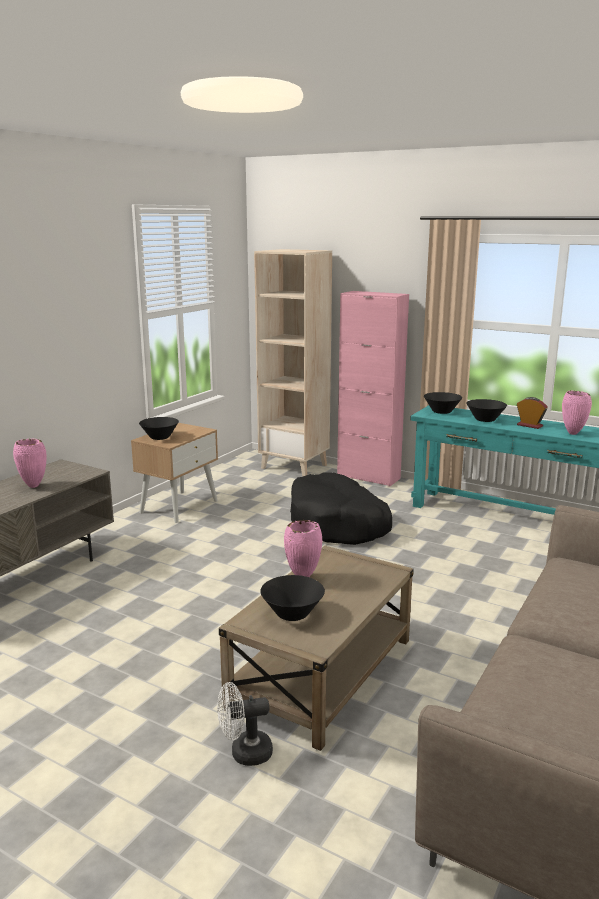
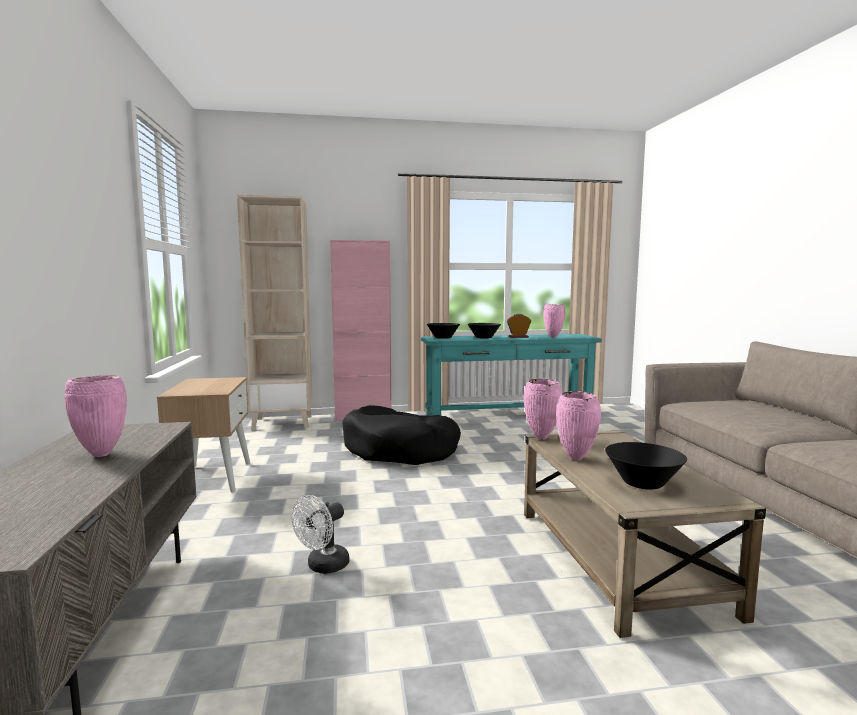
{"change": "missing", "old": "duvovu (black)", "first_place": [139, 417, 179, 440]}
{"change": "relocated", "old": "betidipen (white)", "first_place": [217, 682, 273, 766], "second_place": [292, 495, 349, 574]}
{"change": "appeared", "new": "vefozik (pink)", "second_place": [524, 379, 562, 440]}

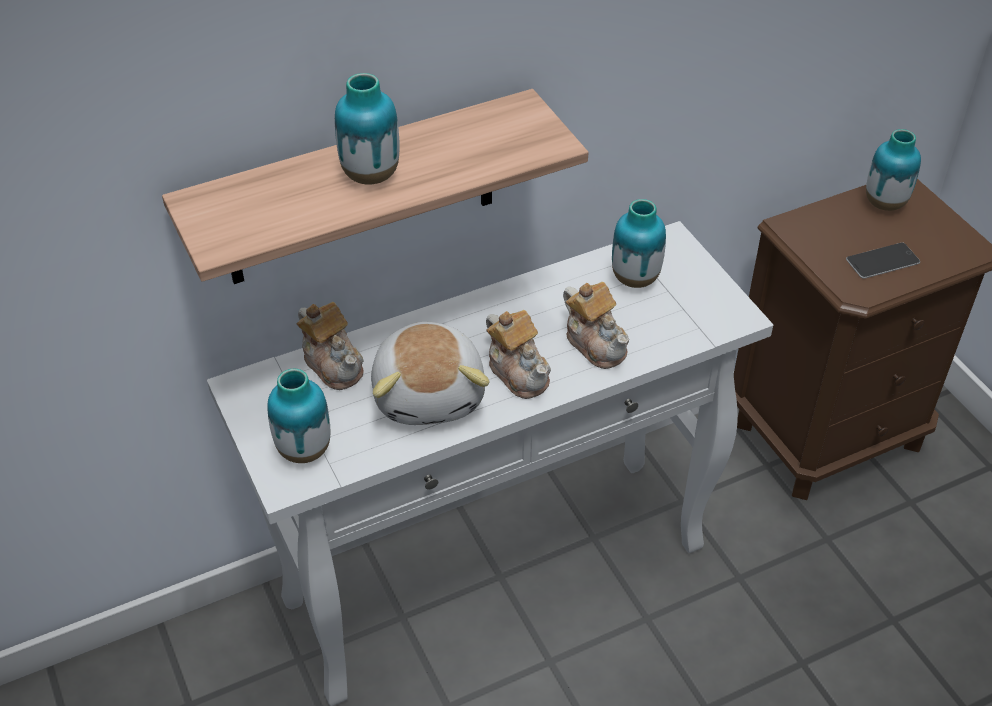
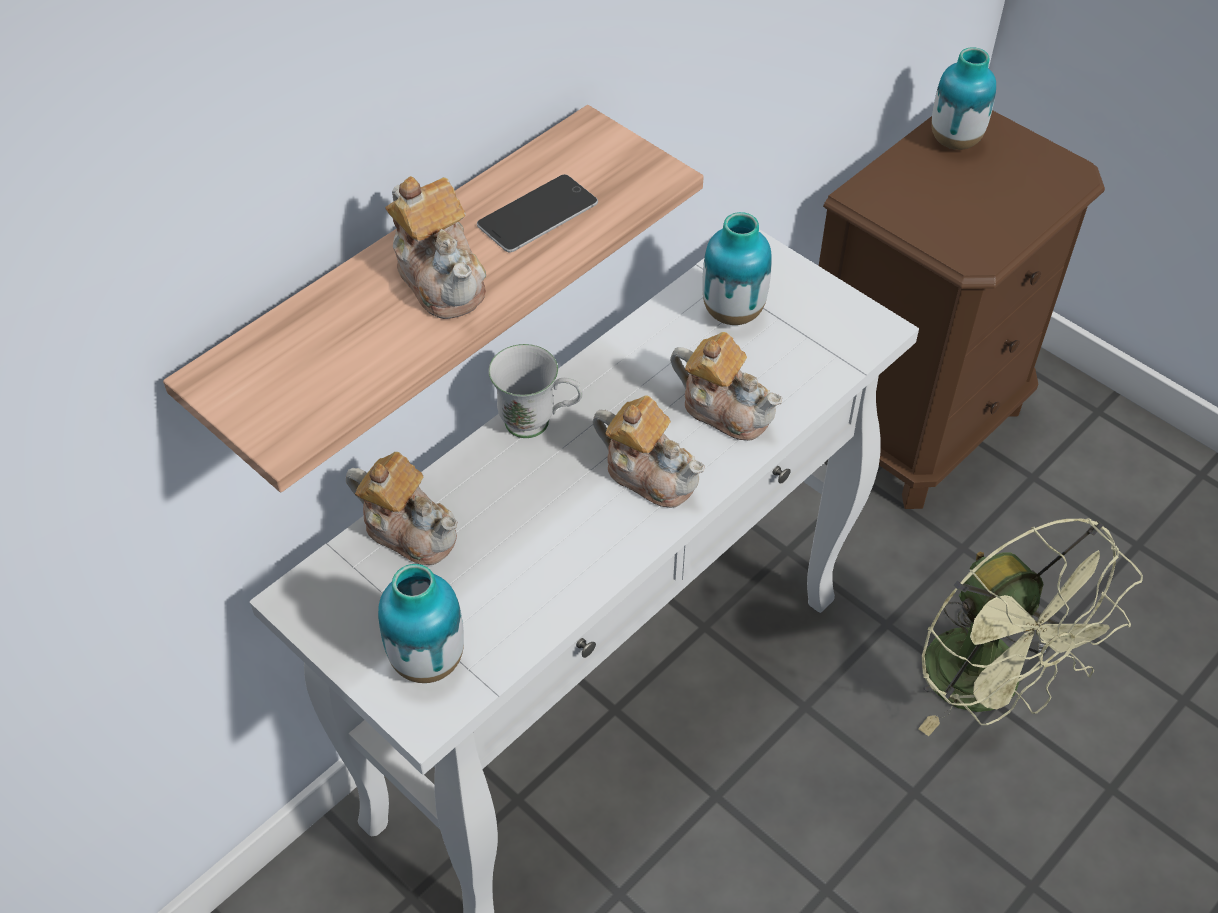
{"change": "exchanged", "old": "vefozik", "new": "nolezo", "first_place": [335, 73, 399, 185], "second_place": [385, 176, 486, 319]}
{"change": "missing", "old": "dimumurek", "first_place": [371, 322, 489, 425]}
{"change": "relocated", "old": "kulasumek", "first_place": [846, 243, 920, 279], "second_place": [477, 174, 598, 253]}
{"change": "appeared", "new": "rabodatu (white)", "second_place": [489, 344, 583, 438]}
{"change": "appeared", "new": "betidipen (green)", "second_place": [918, 518, 1143, 736]}

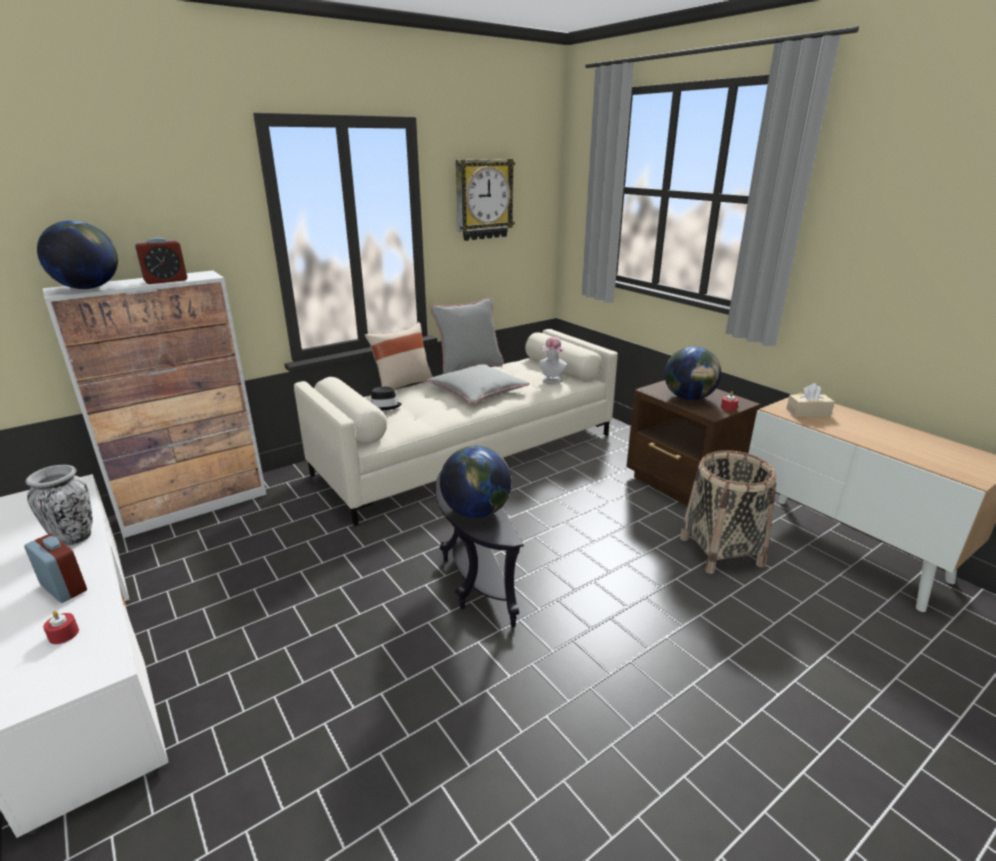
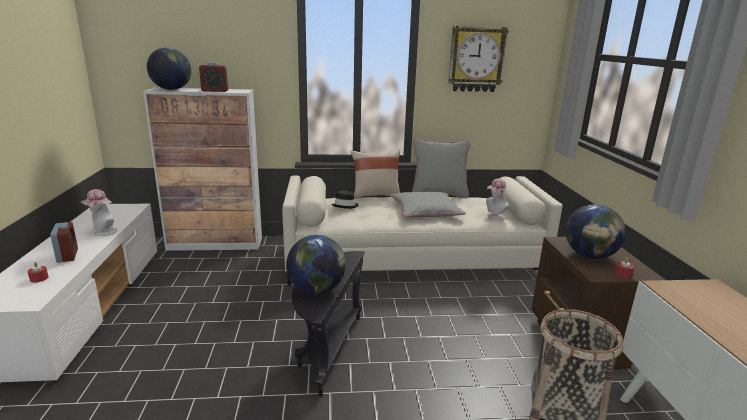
{"change": "exchanged", "old": "vefozik", "new": "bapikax", "first_place": [26, 465, 93, 545], "second_place": [81, 189, 117, 236]}
{"change": "missing", "old": "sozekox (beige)", "first_place": [786, 383, 835, 417]}

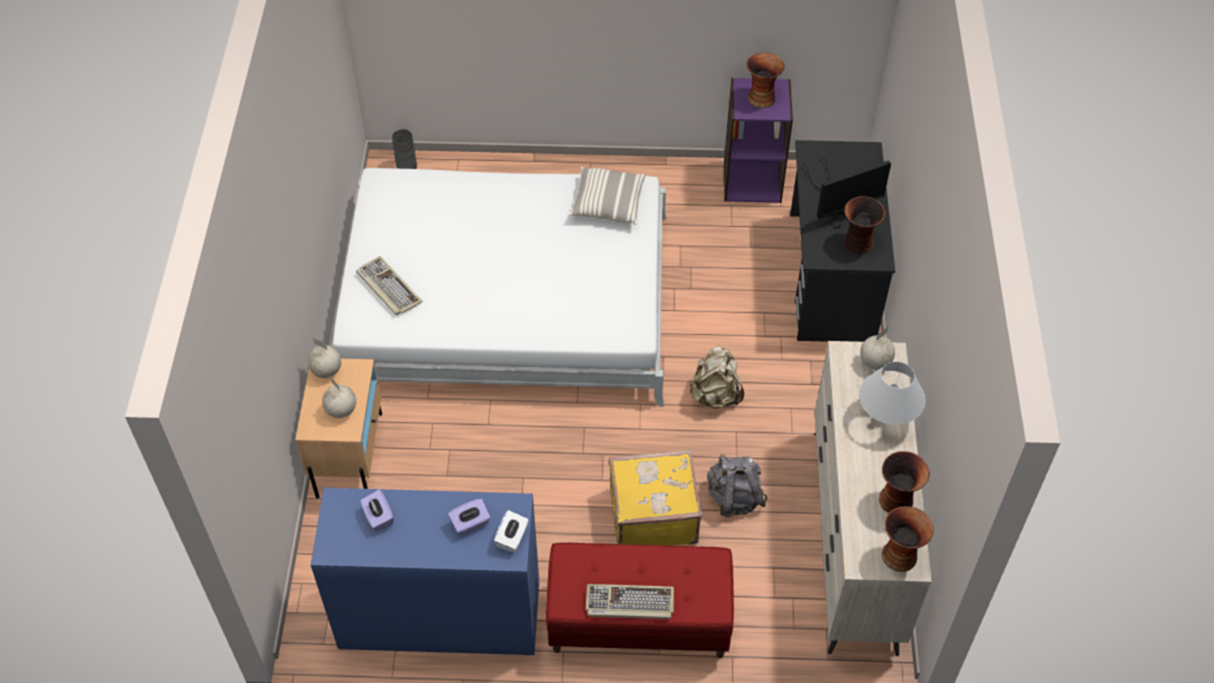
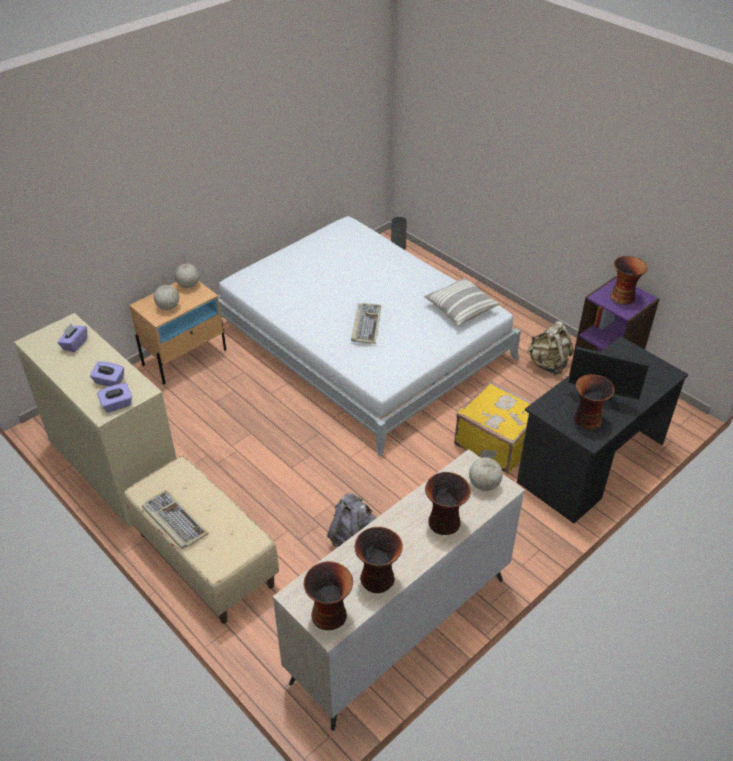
{"change": "colour", "old": "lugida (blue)", "new": "lugida (beige)", "first_place": [311, 488, 539, 655], "second_place": [14, 313, 177, 527]}
{"change": "relocated", "old": "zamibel", "first_place": [356, 256, 423, 315], "second_place": [351, 303, 381, 344]}
{"change": "colour", "old": "sozekox (white)", "new": "sozekox (purple)", "first_place": [494, 510, 528, 552], "second_place": [97, 383, 132, 412]}
{"change": "colour", "old": "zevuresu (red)", "new": "zevuresu (beige)", "first_place": [546, 543, 734, 658], "second_place": [124, 456, 279, 624]}
{"change": "relocated", "old": "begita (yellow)", "first_place": [609, 450, 702, 546], "second_place": [454, 381, 533, 474]}
{"change": "relocated", "old": "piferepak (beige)", "first_place": [689, 346, 744, 409], "second_place": [527, 321, 574, 375]}
{"change": "exchanged", "old": "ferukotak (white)", "new": "vefozik", "first_place": [859, 361, 925, 425], "second_place": [425, 472, 471, 535]}

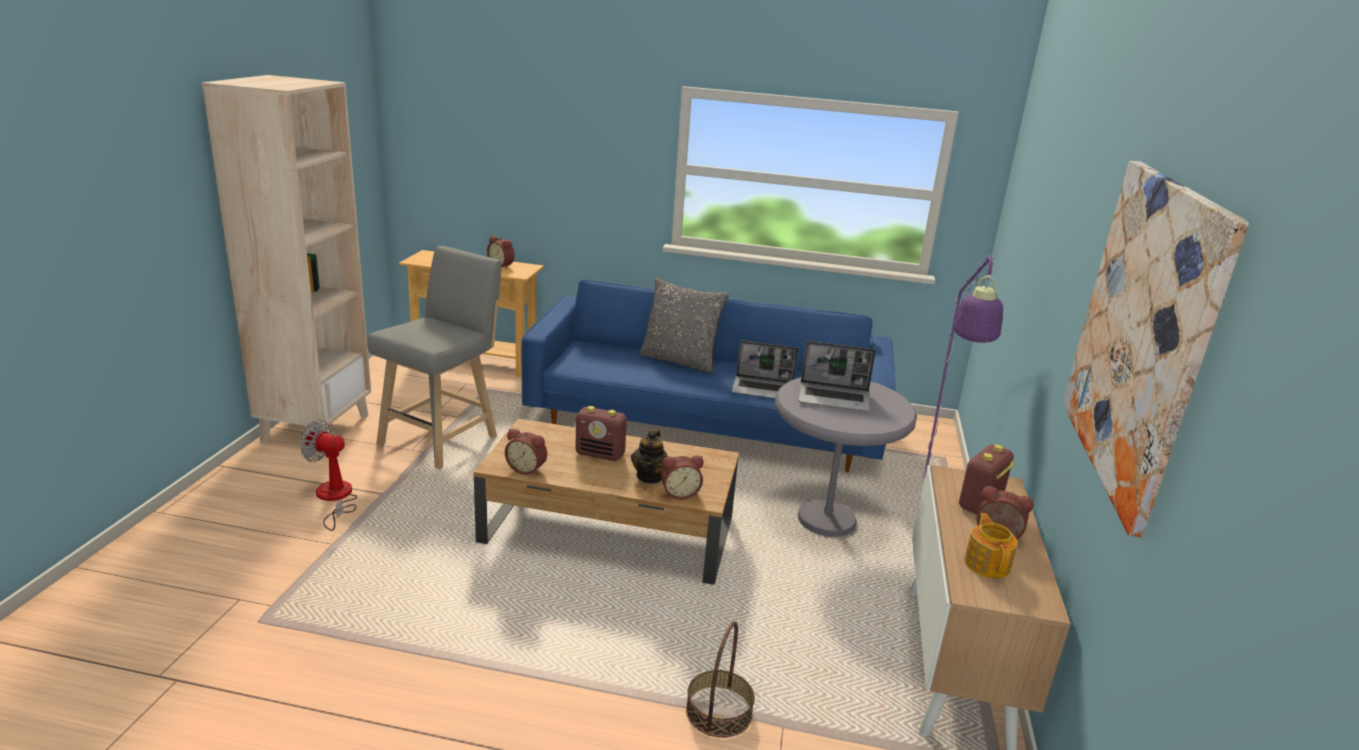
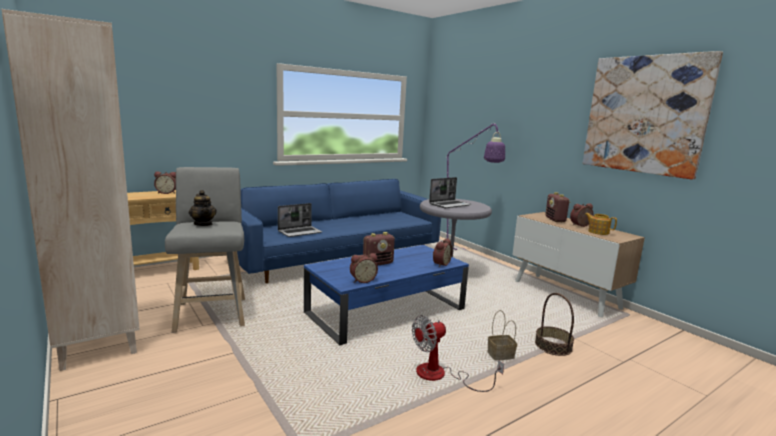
{"change": "relocated", "old": "betidipen", "first_place": [300, 420, 357, 531], "second_place": [412, 315, 504, 392]}
{"change": "colour", "old": "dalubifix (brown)", "new": "dalubifix (blue)", "first_place": [473, 419, 739, 585], "second_place": [304, 245, 469, 345]}
{"change": "relocated", "old": "nolezo", "first_place": [631, 429, 668, 483], "second_place": [189, 190, 217, 226]}
{"change": "missing", "old": "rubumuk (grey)", "first_place": [639, 277, 729, 373]}
{"change": "relocated", "old": "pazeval", "first_place": [731, 340, 798, 398], "second_place": [278, 203, 322, 237]}
{"change": "appeared", "new": "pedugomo", "second_place": [487, 310, 517, 361]}

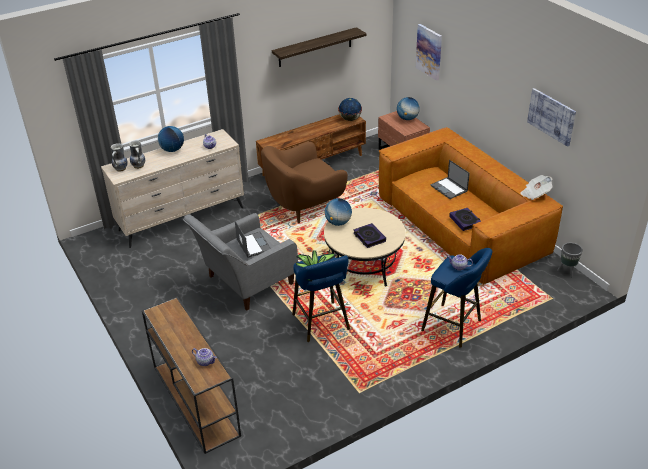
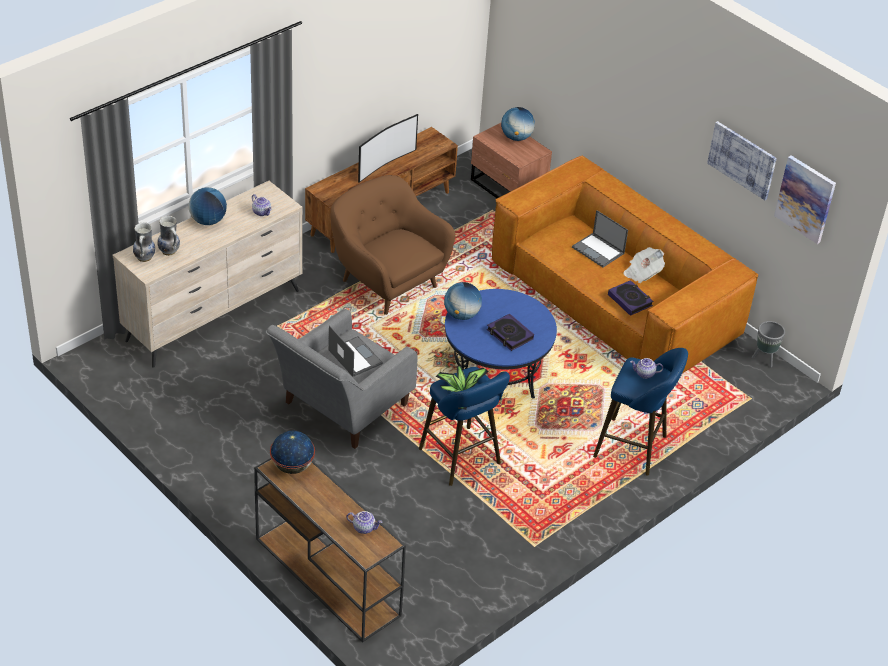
{"change": "spun", "old": "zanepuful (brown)", "first_place": [261, 142, 348, 223], "second_place": [330, 175, 455, 315], "degrees": 90}
{"change": "missing", "old": "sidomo", "first_place": [272, 27, 366, 67]}
{"change": "colour", "old": "dalubifix (beige)", "new": "dalubifix (blue)", "first_place": [324, 208, 406, 286], "second_place": [445, 289, 557, 399]}
{"change": "relocated", "old": "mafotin", "first_place": [338, 98, 362, 121], "second_place": [270, 431, 315, 474]}
{"change": "relocated", "old": "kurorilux", "first_place": [416, 24, 442, 81], "second_place": [774, 155, 836, 244]}
{"change": "relocated", "old": "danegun", "first_place": [520, 175, 553, 200], "second_place": [623, 247, 665, 283]}
{"change": "appeared", "new": "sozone", "second_place": [358, 114, 418, 183]}

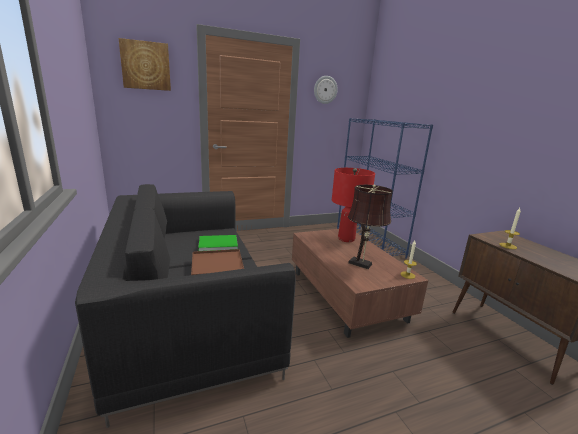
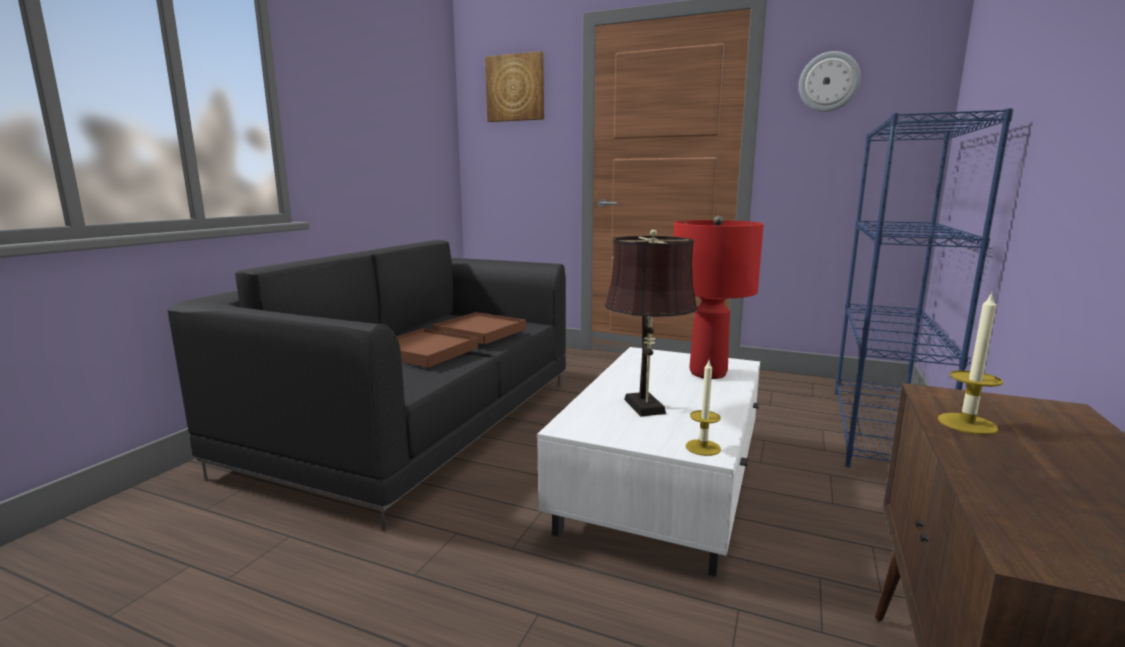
{"change": "exchanged", "old": "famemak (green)", "new": "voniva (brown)", "first_place": [198, 235, 238, 251], "second_place": [433, 312, 526, 344]}
{"change": "colour", "old": "dalubifix (brown)", "new": "dalubifix (white)", "first_place": [292, 229, 428, 338], "second_place": [537, 347, 760, 577]}

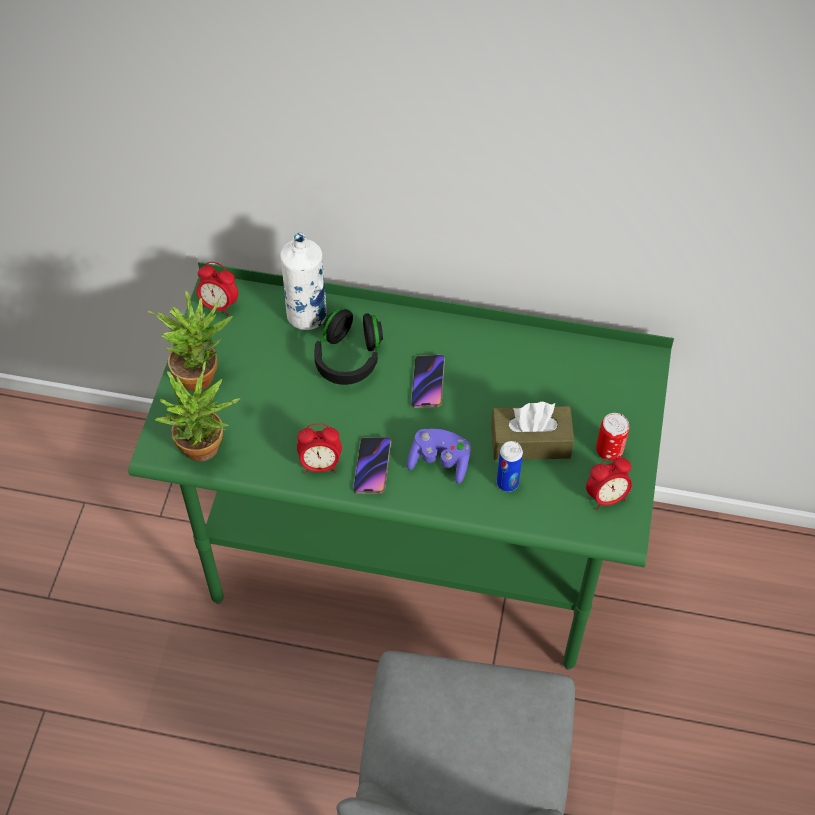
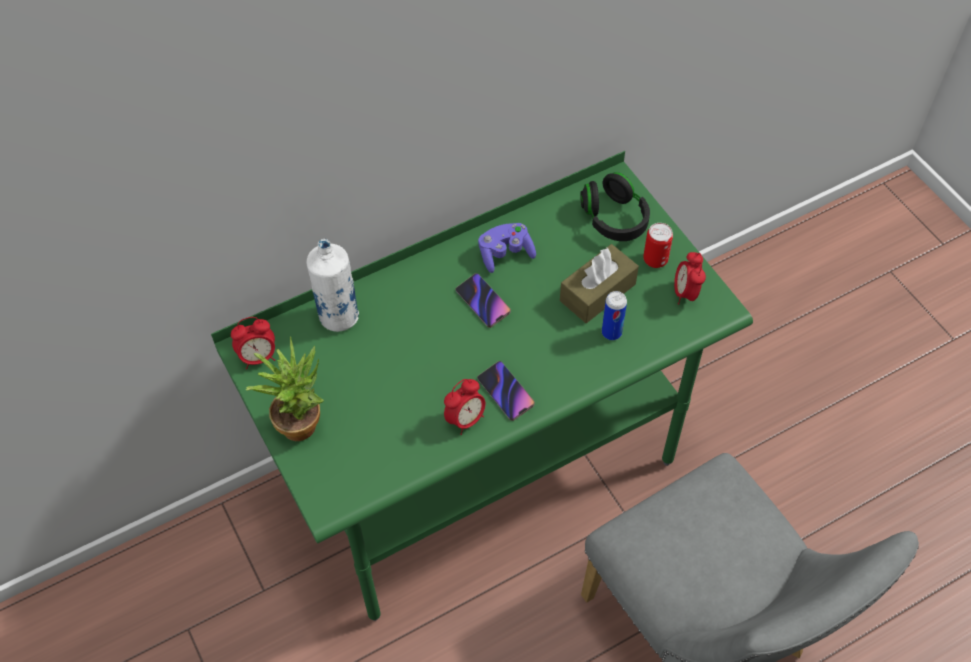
{"change": "missing", "old": "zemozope", "first_place": [155, 361, 240, 462]}
{"change": "relocated", "old": "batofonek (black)", "first_place": [314, 309, 383, 385], "second_place": [580, 172, 650, 241]}
{"change": "relocated", "old": "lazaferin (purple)", "first_place": [407, 429, 471, 484], "second_place": [478, 223, 536, 273]}
{"change": "spun", "old": "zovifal", "first_place": [586, 456, 632, 510], "second_place": [674, 252, 706, 305], "degrees": 150}

